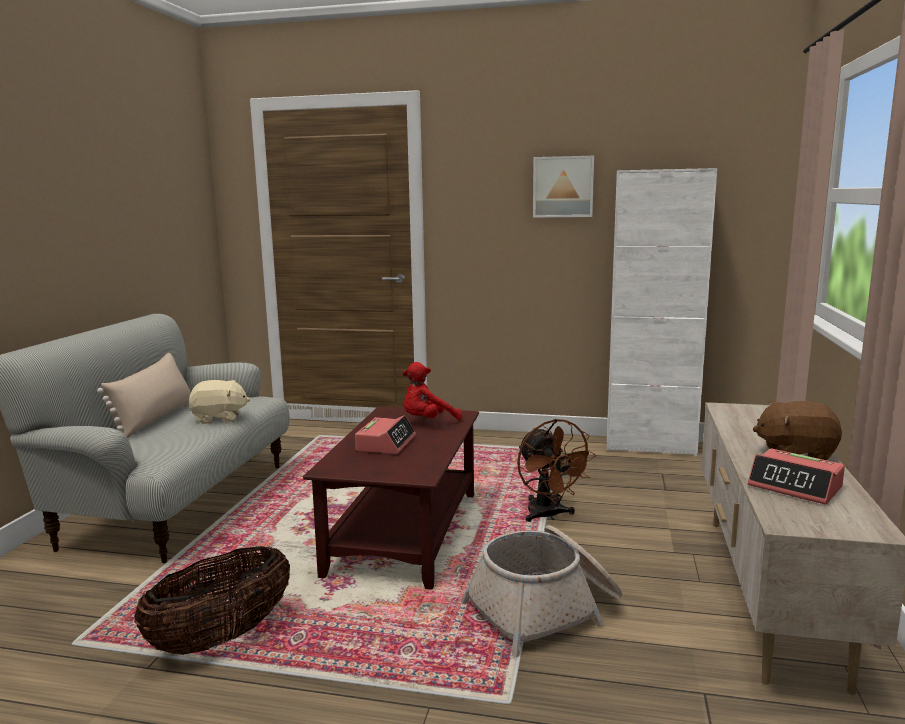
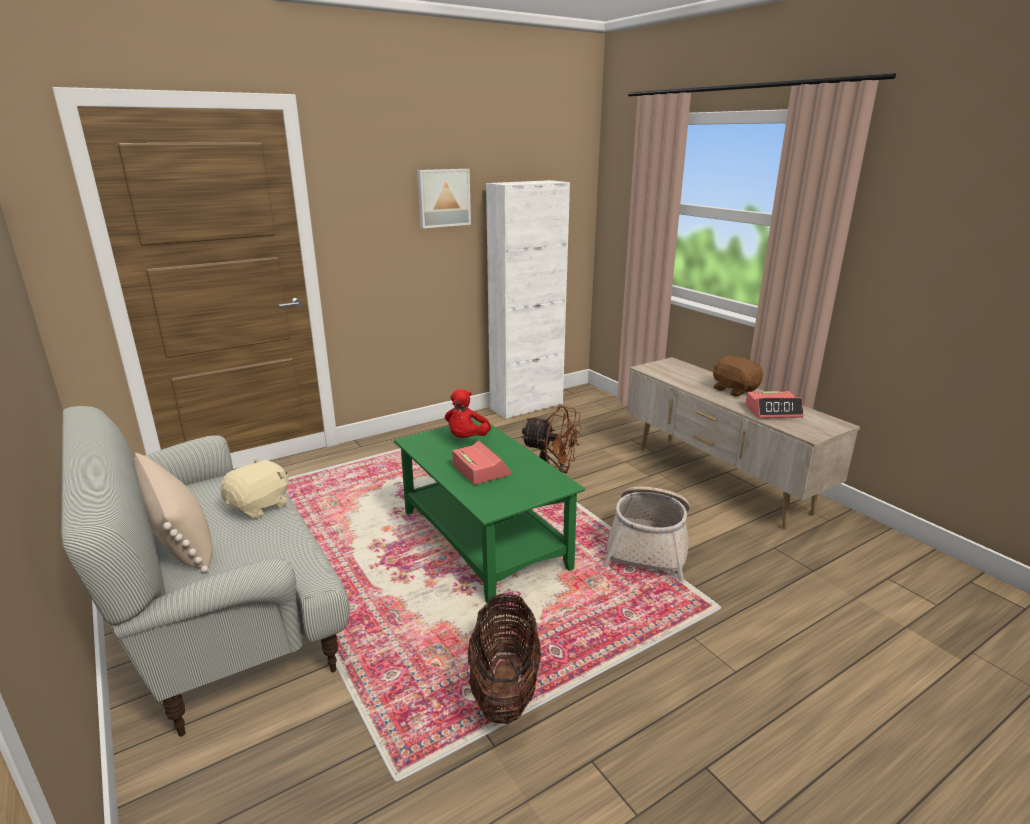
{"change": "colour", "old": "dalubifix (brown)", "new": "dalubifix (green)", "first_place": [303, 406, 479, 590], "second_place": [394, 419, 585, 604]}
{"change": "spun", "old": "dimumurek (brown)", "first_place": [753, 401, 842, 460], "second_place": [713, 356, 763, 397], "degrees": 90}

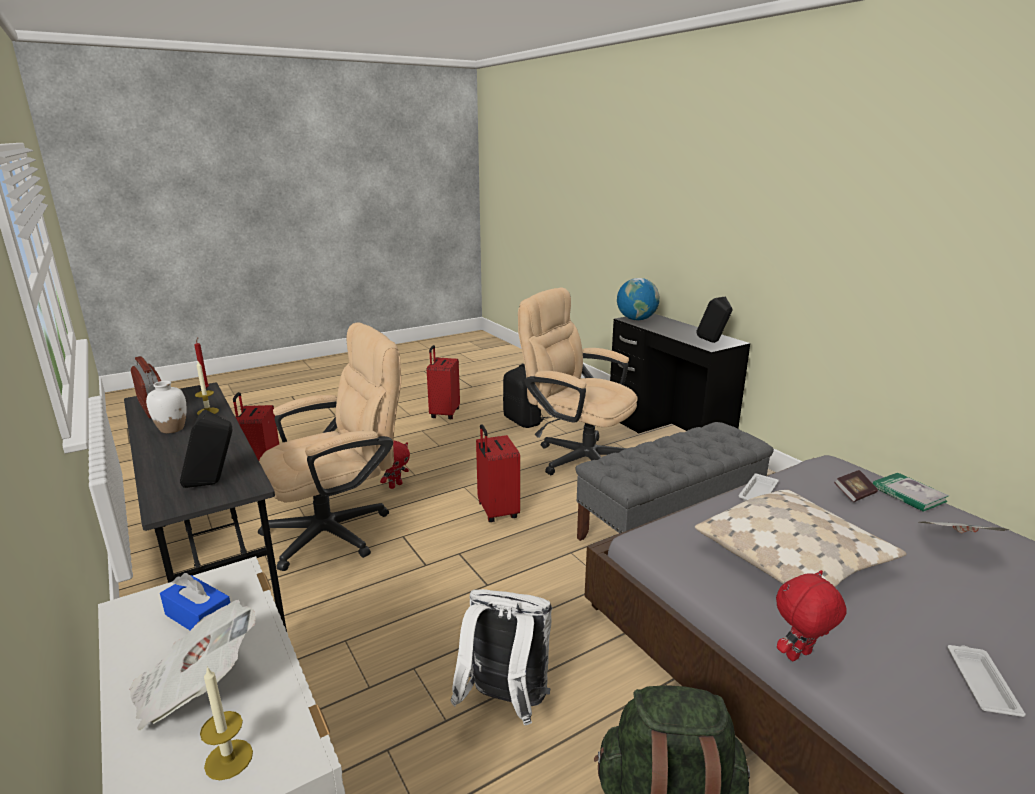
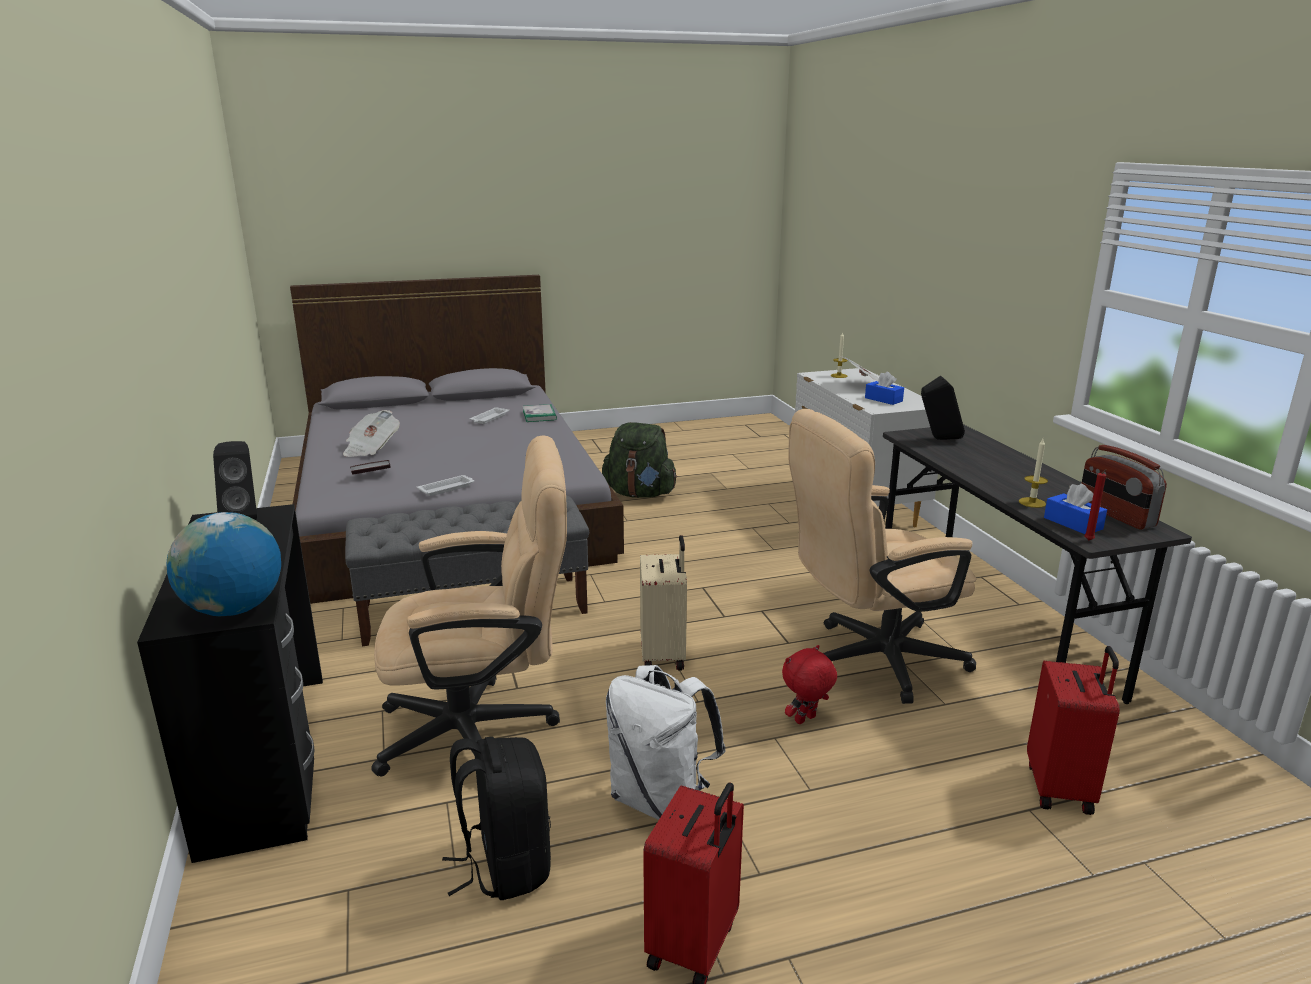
{"change": "missing", "old": "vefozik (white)", "first_place": [146, 381, 187, 433]}
{"change": "relocated", "old": "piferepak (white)", "first_place": [451, 589, 552, 725], "second_place": [606, 665, 726, 820]}
{"change": "colour", "old": "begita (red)", "new": "begita (beige)", "first_place": [476, 424, 520, 522], "second_place": [640, 535, 687, 671]}
{"change": "spun", "old": "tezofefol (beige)", "first_place": [518, 287, 638, 475], "second_place": [371, 435, 567, 777], "degrees": -60}
{"change": "missing", "old": "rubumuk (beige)", "first_place": [695, 490, 906, 587]}
{"change": "missing", "old": "dimumurek (red)", "first_place": [776, 570, 847, 661]}
{"change": "relocated", "old": "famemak", "first_place": [873, 473, 949, 512], "second_place": [523, 404, 557, 422]}
{"change": "appeared", "new": "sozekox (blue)", "second_place": [1044, 484, 1107, 534]}

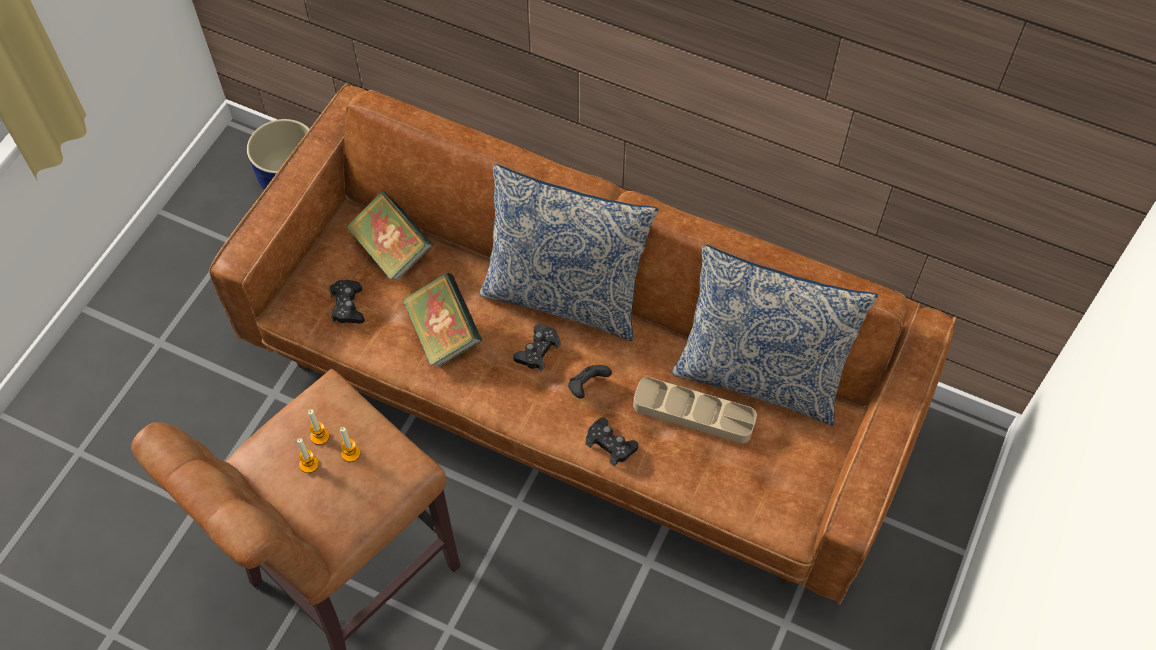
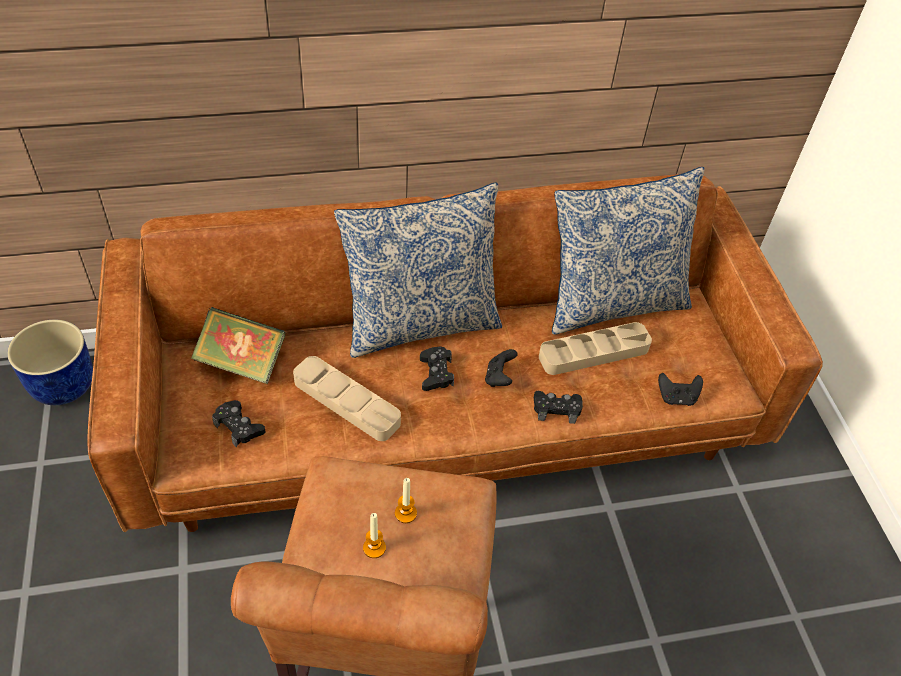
{"change": "missing", "old": "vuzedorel", "first_place": [308, 409, 330, 445]}
{"change": "exchanged", "old": "famemak", "new": "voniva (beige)", "first_place": [402, 273, 482, 367], "second_place": [293, 356, 401, 441]}
{"change": "appeared", "new": "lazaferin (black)", "second_place": [658, 373, 703, 406]}

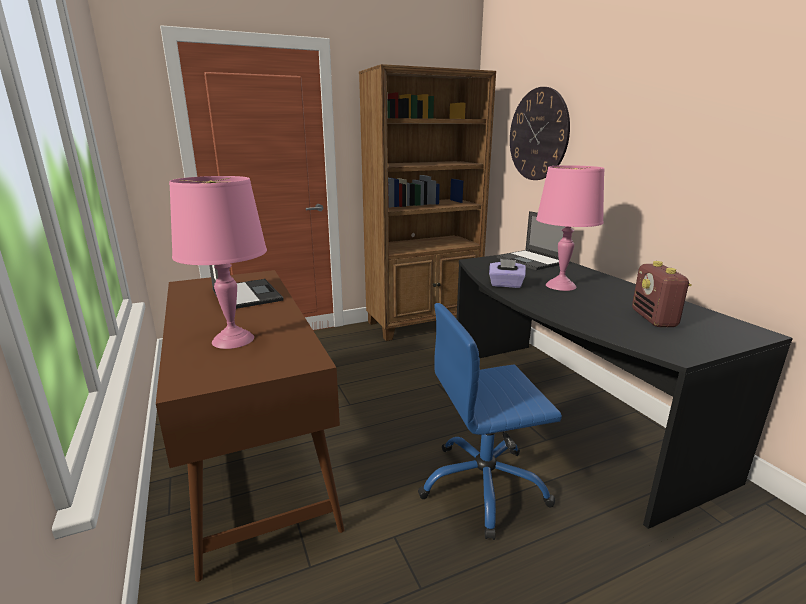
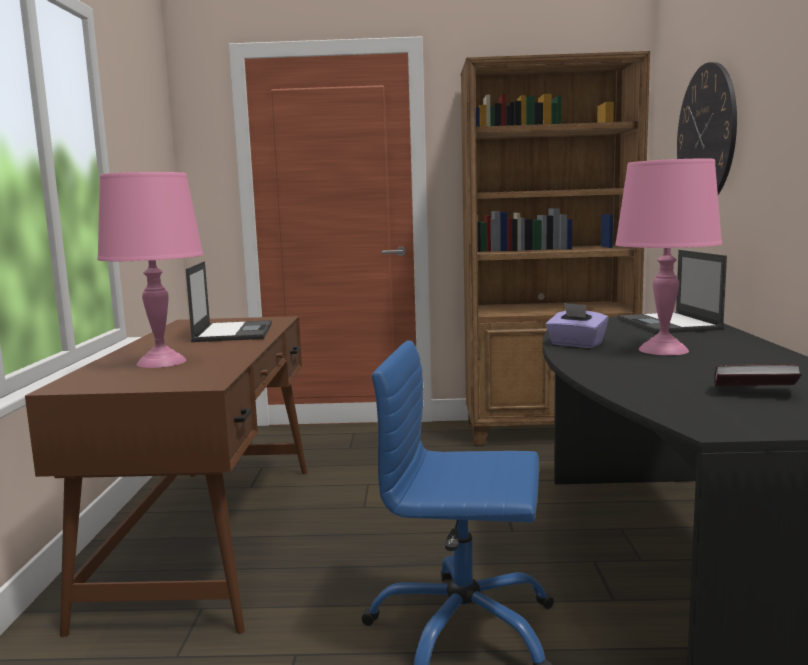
{"change": "exchanged", "old": "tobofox", "new": "famemak", "first_place": [632, 261, 692, 327], "second_place": [714, 364, 802, 386]}

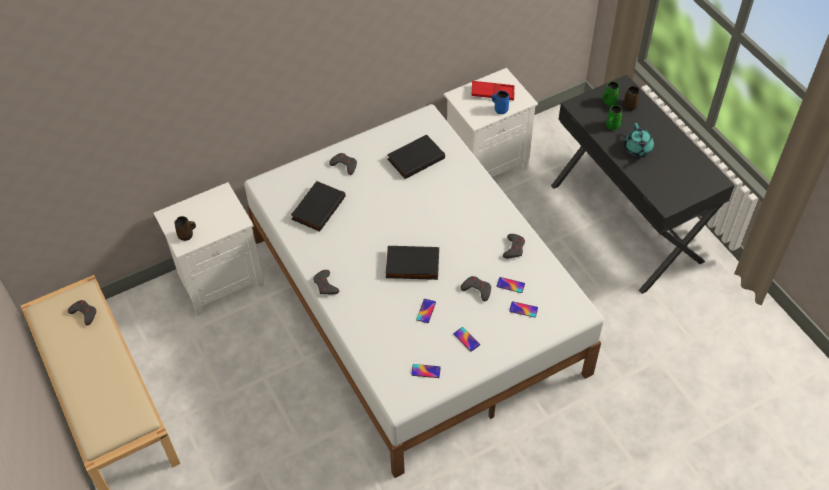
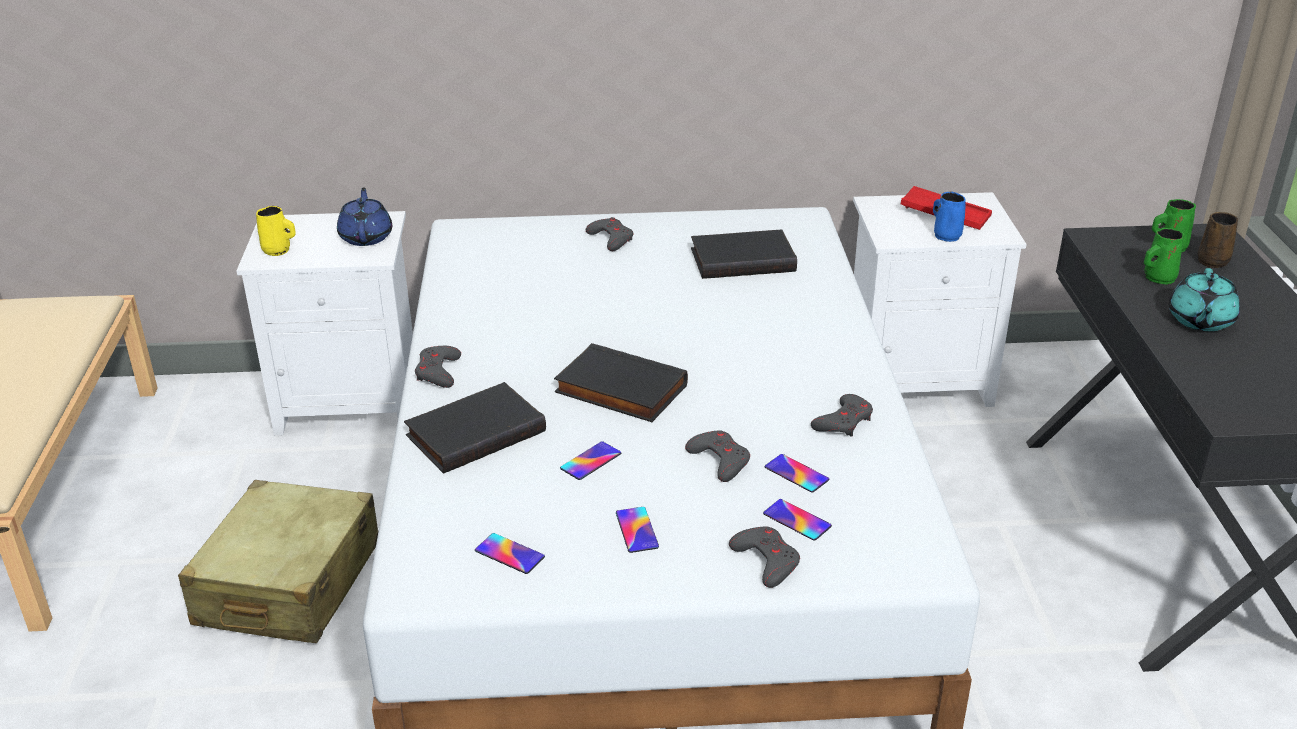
{"change": "relocated", "old": "lazaferin (grey)", "first_place": [68, 300, 96, 326], "second_place": [729, 526, 800, 588]}
{"change": "colour", "old": "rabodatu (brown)", "new": "rabodatu (yellow)", "first_place": [174, 216, 196, 241], "second_place": [256, 206, 296, 256]}
{"change": "relocated", "old": "famemak (black)", "first_place": [291, 181, 346, 232], "second_place": [404, 382, 546, 474]}
{"change": "appeared", "new": "begita (beige)", "second_place": [178, 480, 378, 643]}
{"change": "appeared", "new": "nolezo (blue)", "second_place": [337, 187, 392, 246]}

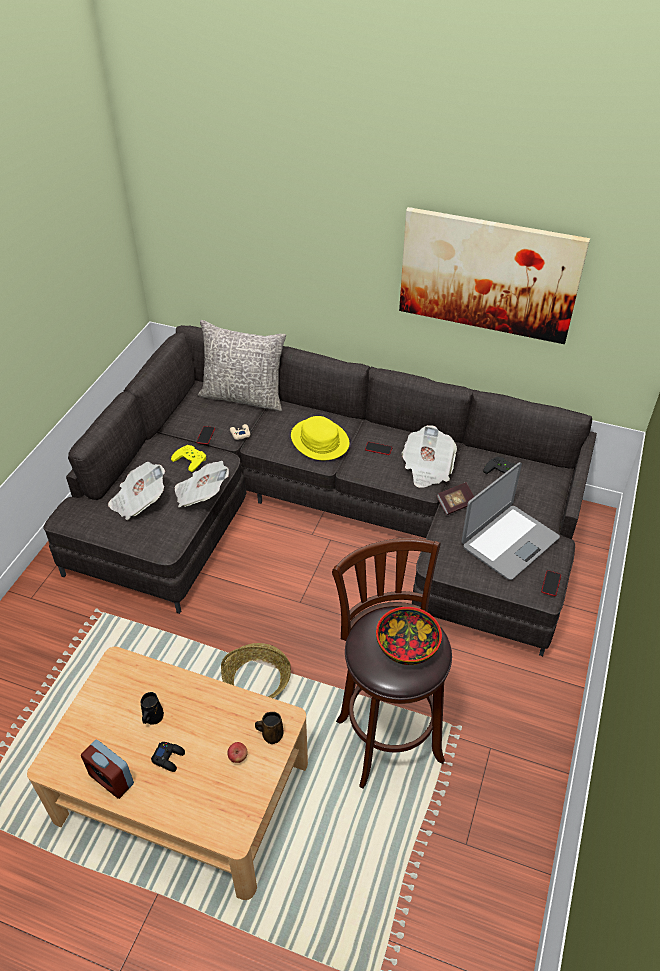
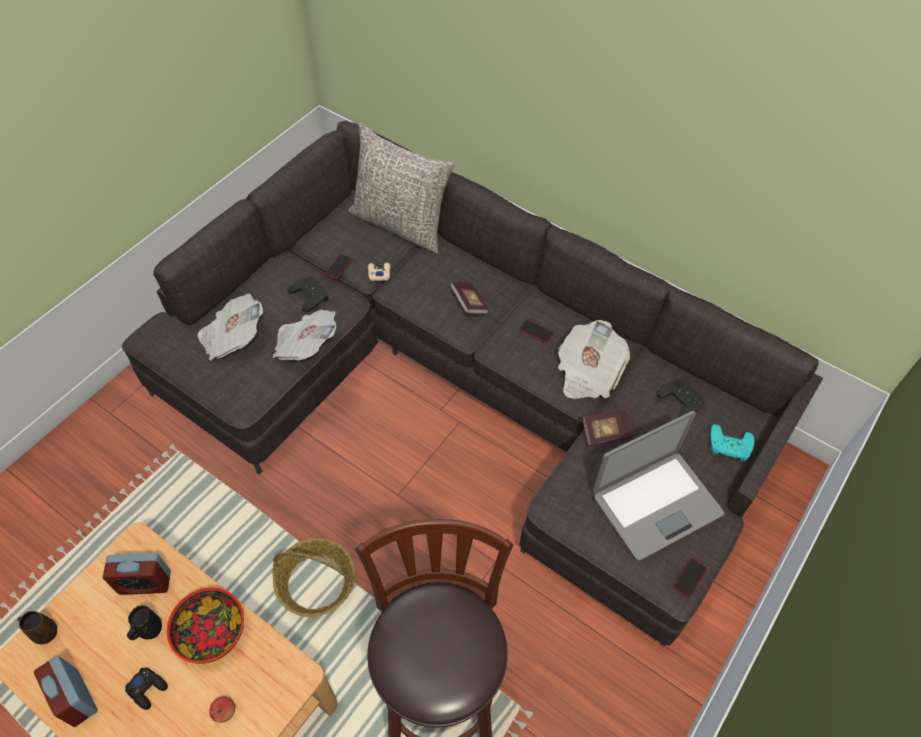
{"change": "colour", "old": "lazaferin (yellow)", "new": "lazaferin (black)", "first_place": [171, 445, 206, 472], "second_place": [287, 276, 328, 313]}
{"change": "relocated", "old": "rabodatu (brown)", "first_place": [255, 712, 283, 744], "second_place": [17, 611, 57, 644]}
{"change": "exchanged", "old": "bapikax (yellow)", "new": "famemak", "first_place": [291, 416, 350, 460], "second_place": [450, 281, 489, 314]}
{"change": "relocated", "old": "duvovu", "first_place": [376, 607, 442, 665], "second_place": [167, 587, 244, 664]}
{"change": "missing", "old": "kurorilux", "first_place": [399, 207, 590, 344]}
{"change": "appeared", "new": "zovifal", "second_place": [103, 553, 171, 595]}
{"change": "appeared", "new": "lazaferin (turquoise)", "second_place": [711, 424, 755, 461]}

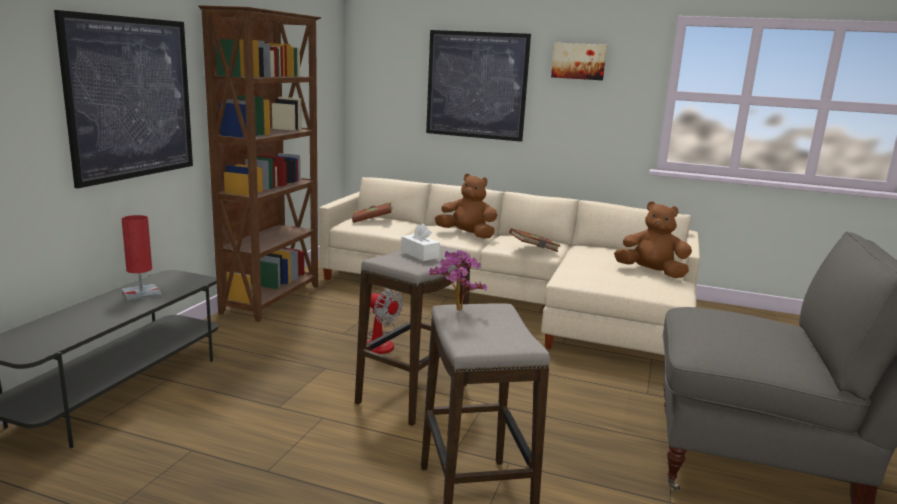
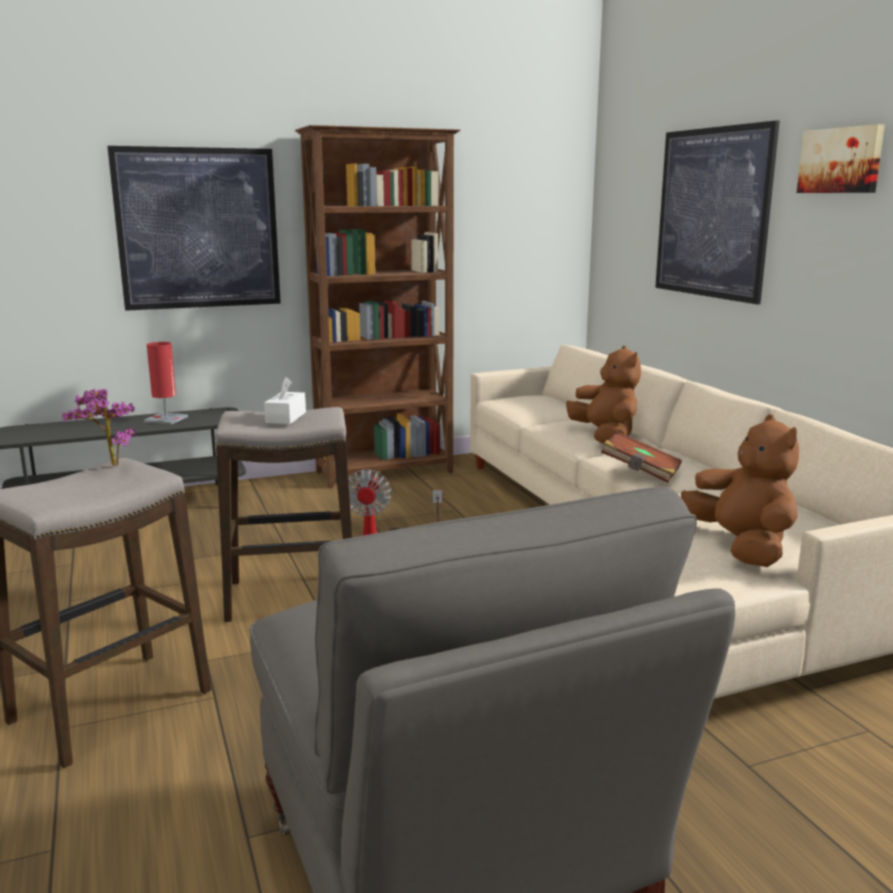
{"change": "missing", "old": "famemak (brown)", "first_place": [352, 202, 392, 223]}

